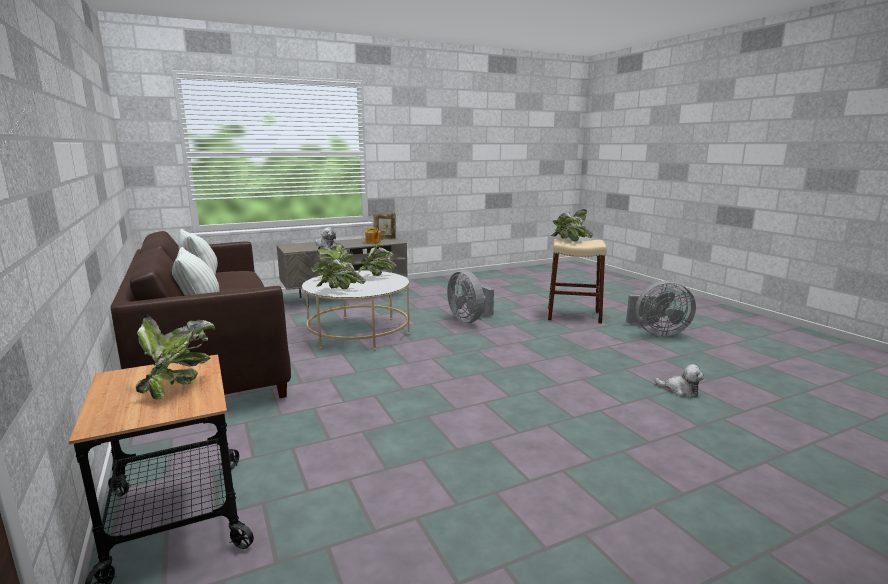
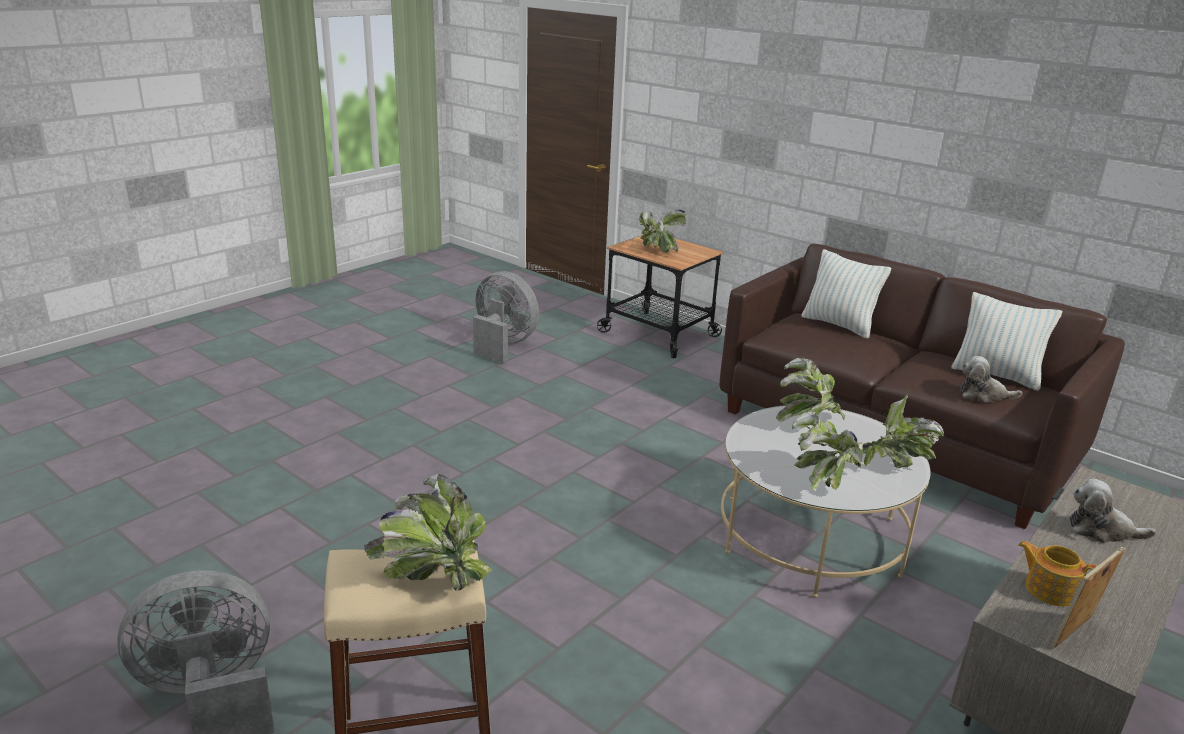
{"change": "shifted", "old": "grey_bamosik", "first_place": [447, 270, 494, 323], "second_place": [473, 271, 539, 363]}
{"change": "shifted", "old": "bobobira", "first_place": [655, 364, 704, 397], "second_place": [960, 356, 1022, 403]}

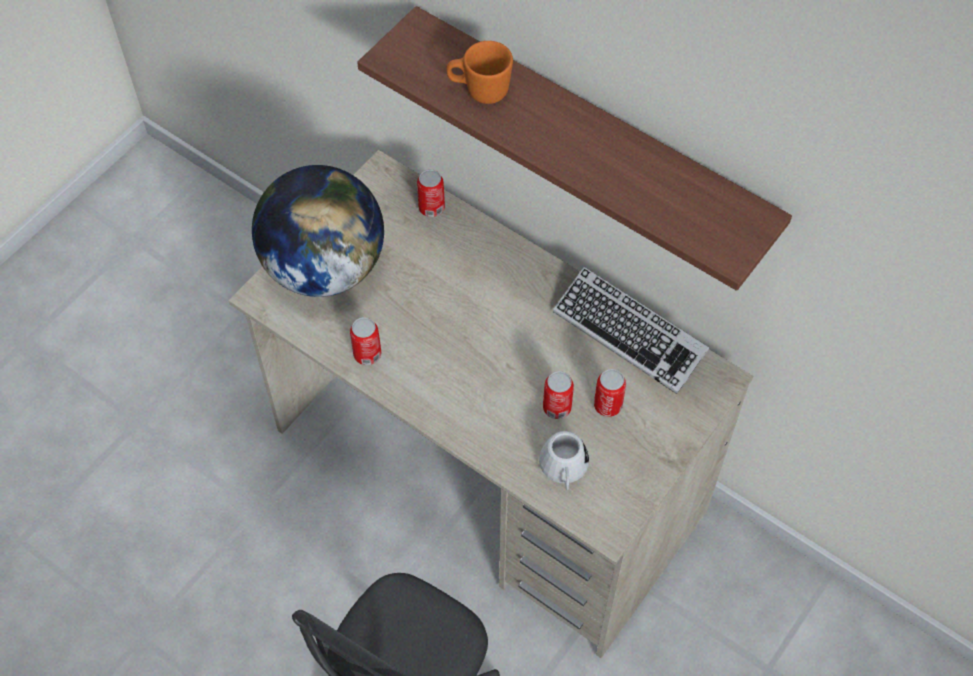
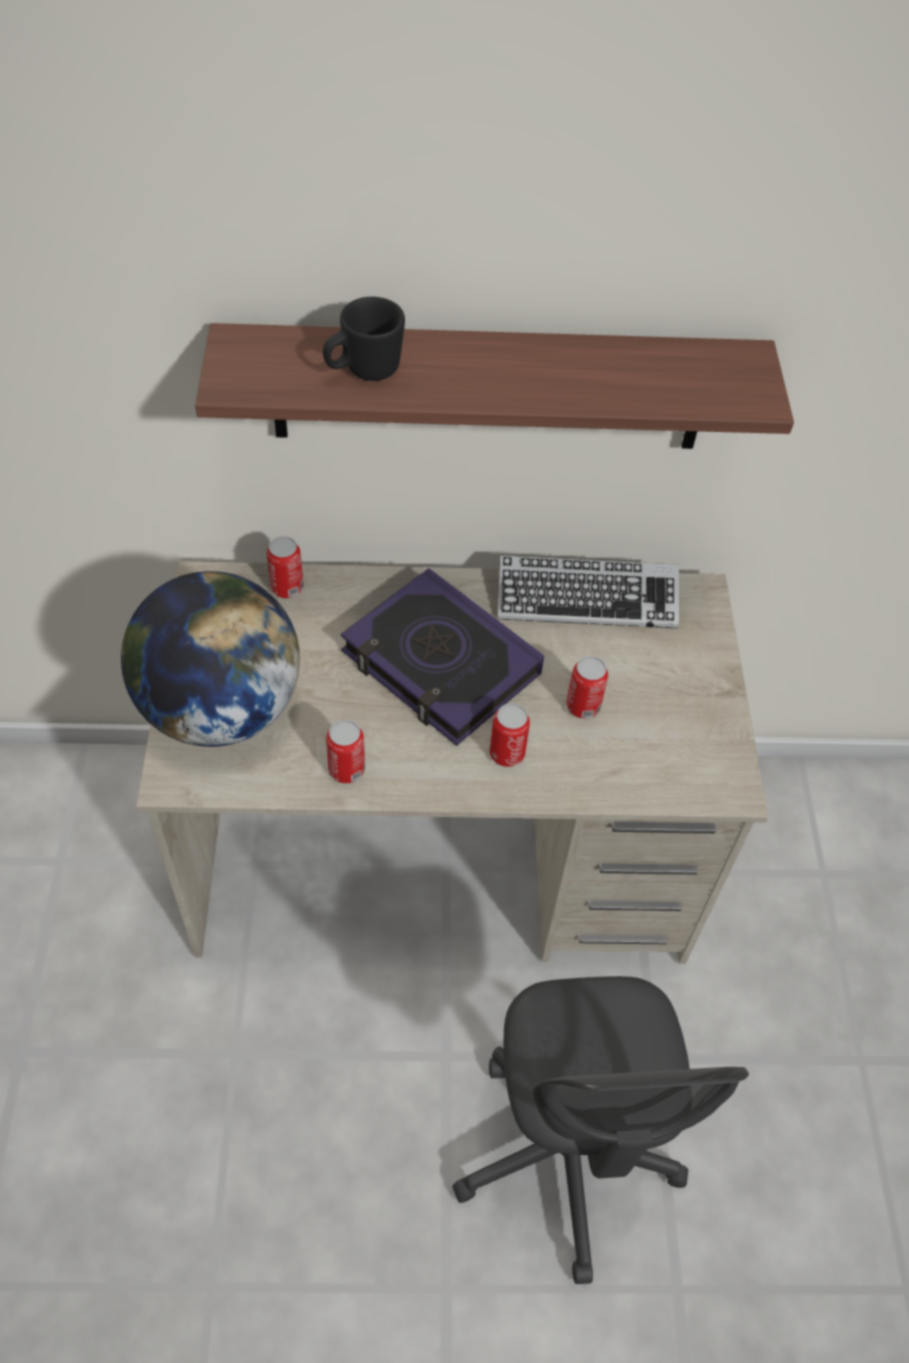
{"change": "repainted", "old": "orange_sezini", "new": "black_sezini", "first_place": [446, 41, 513, 104], "second_place": [323, 297, 405, 381]}
{"change": "new", "new": "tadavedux", "second_place": [340, 568, 544, 746]}
{"change": "shifted", "old": "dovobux", "first_place": [594, 369, 626, 417], "second_place": [489, 703, 530, 767]}
{"change": "gone", "old": "white_sezini", "first_place": [539, 431, 589, 490]}

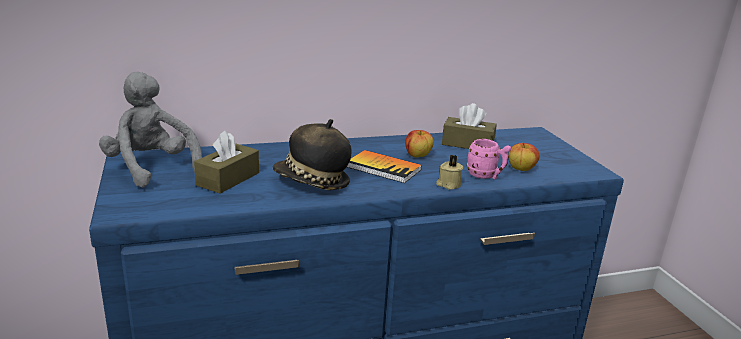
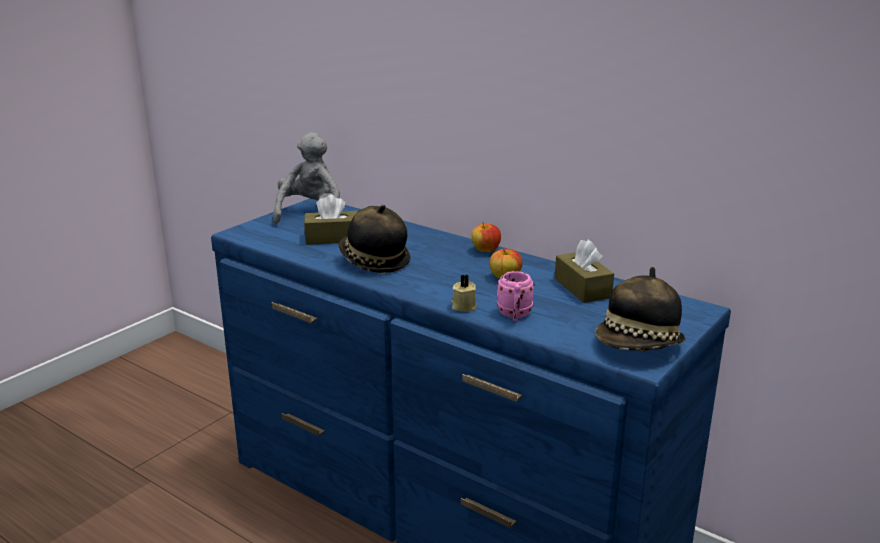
{"change": "shifted", "old": "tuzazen", "first_place": [508, 143, 539, 171], "second_place": [471, 223, 501, 252]}
{"change": "new", "new": "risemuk", "second_place": [596, 267, 685, 351]}
{"change": "gone", "old": "tadavedux", "first_place": [347, 150, 422, 183]}

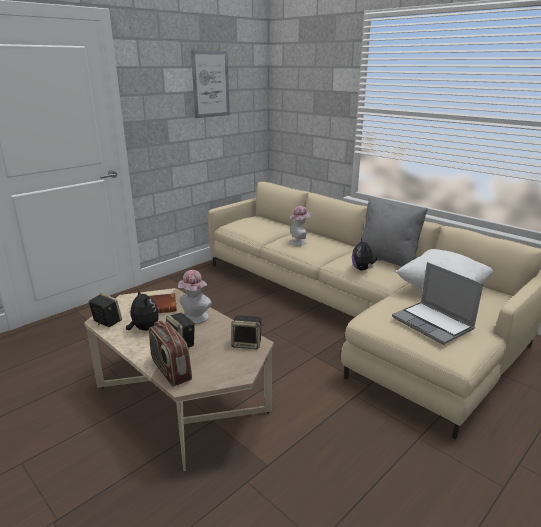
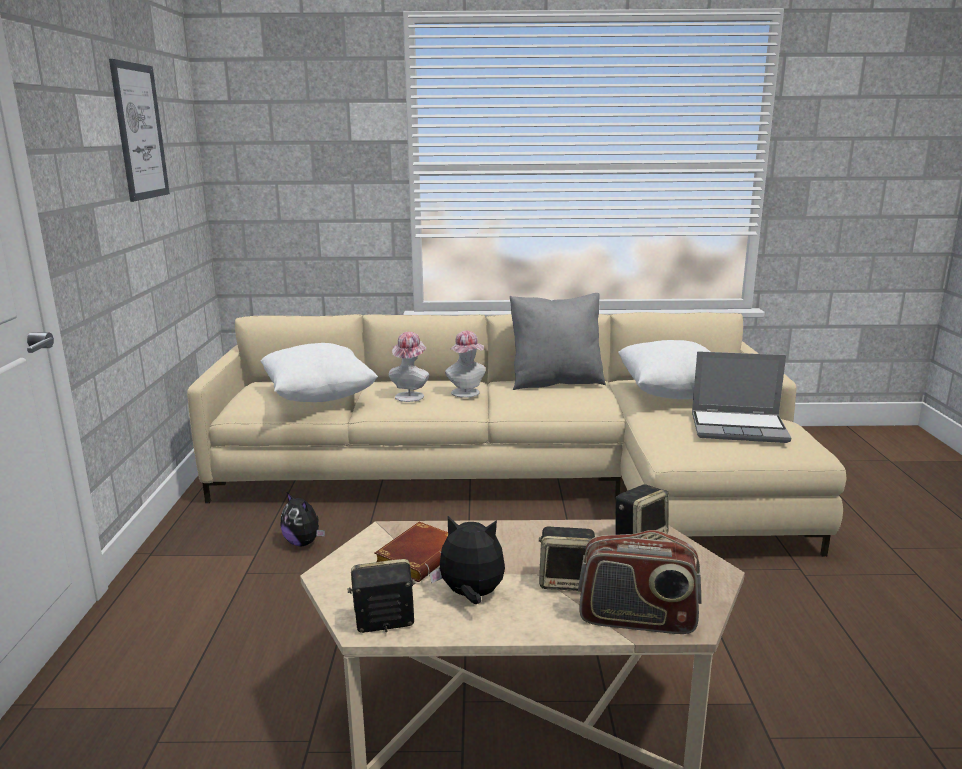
{"change": "new", "new": "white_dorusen", "second_place": [261, 343, 378, 402]}
{"change": "shifted", "old": "bobobira", "first_place": [352, 238, 377, 271], "second_place": [281, 492, 325, 547]}
{"change": "shifted", "old": "risemuk", "first_place": [178, 270, 212, 324], "second_place": [445, 331, 486, 398]}

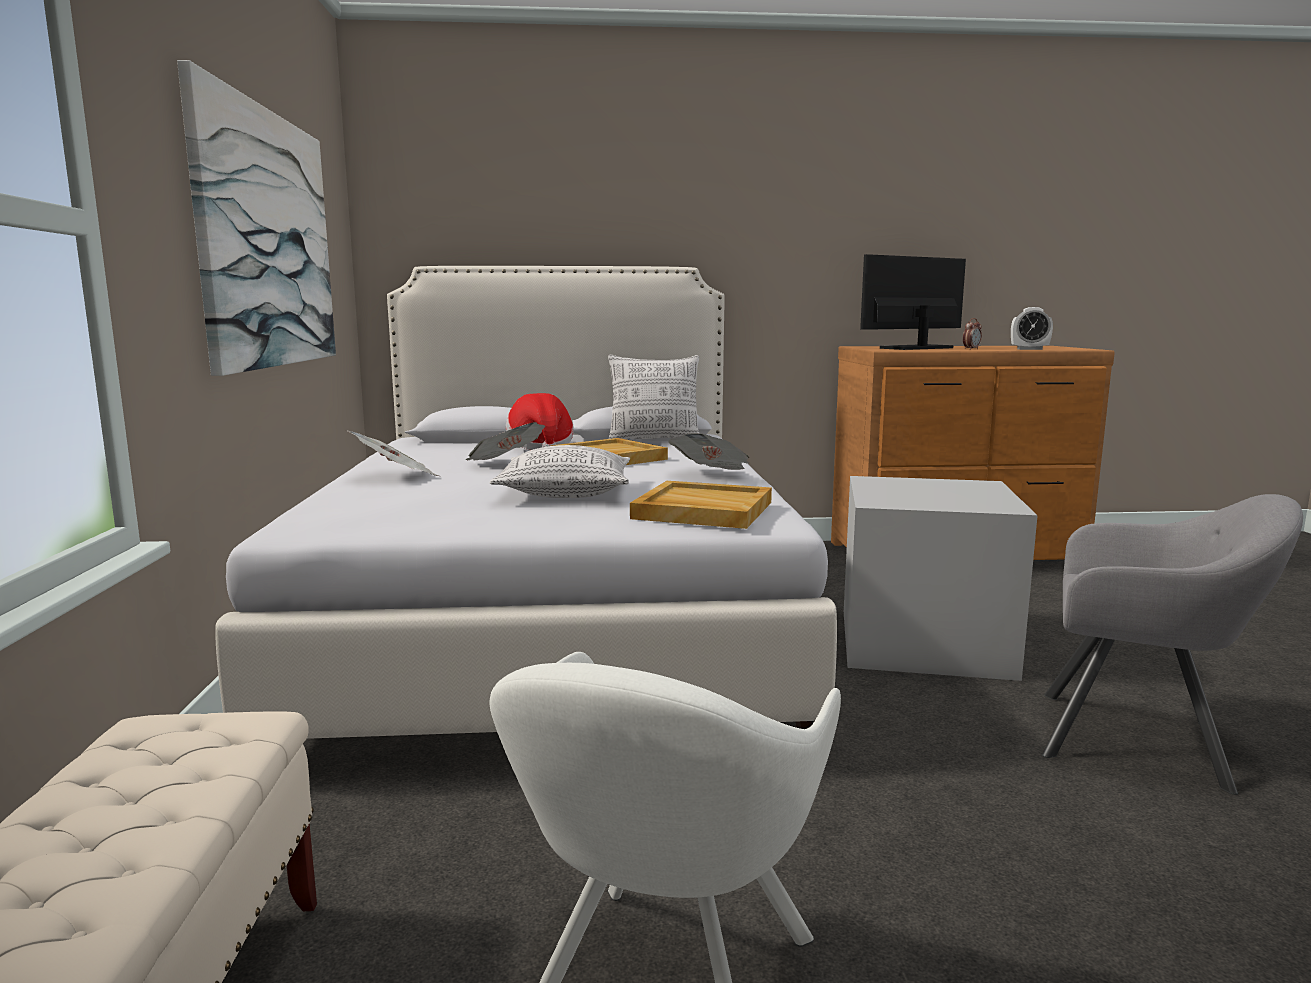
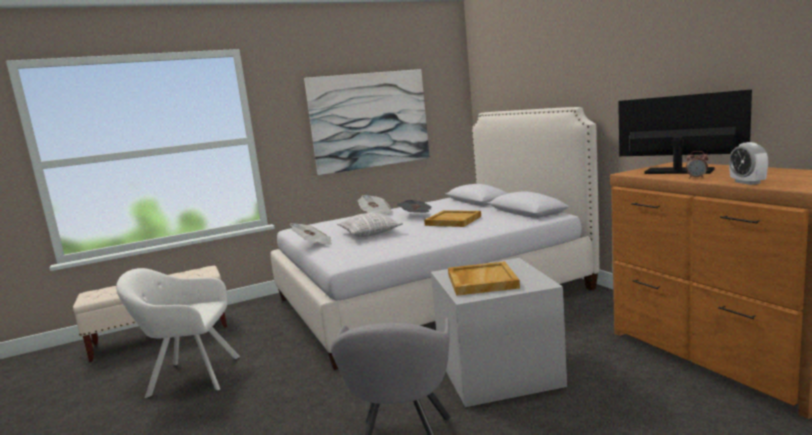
{"change": "shifted", "old": "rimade", "first_place": [668, 433, 749, 470], "second_place": [290, 223, 332, 245]}
{"change": "shifted", "old": "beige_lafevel", "first_place": [630, 481, 772, 529], "second_place": [448, 261, 520, 296]}
{"change": "gone", "old": "risemuk", "first_place": [506, 393, 574, 450]}
{"change": "gone", "old": "dorusen", "first_place": [608, 354, 699, 440]}

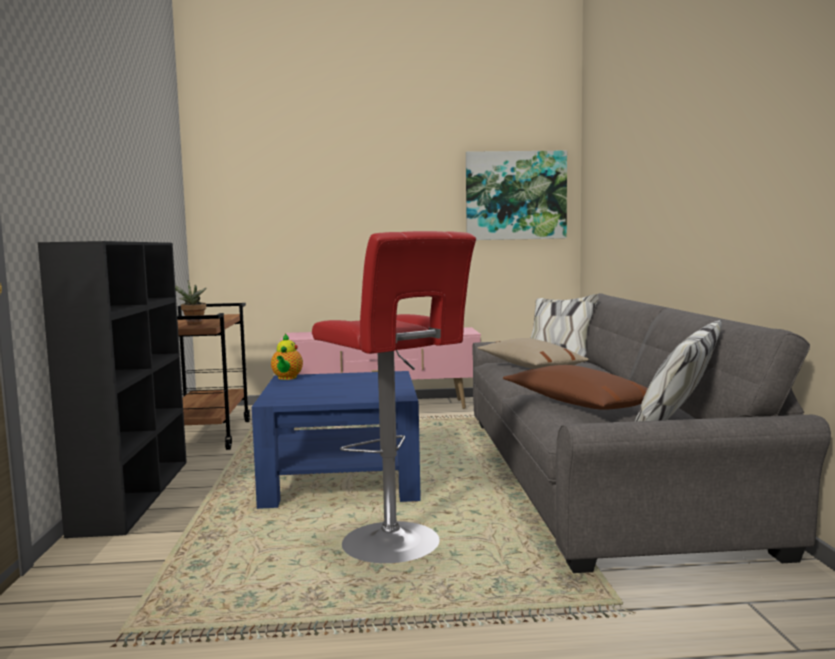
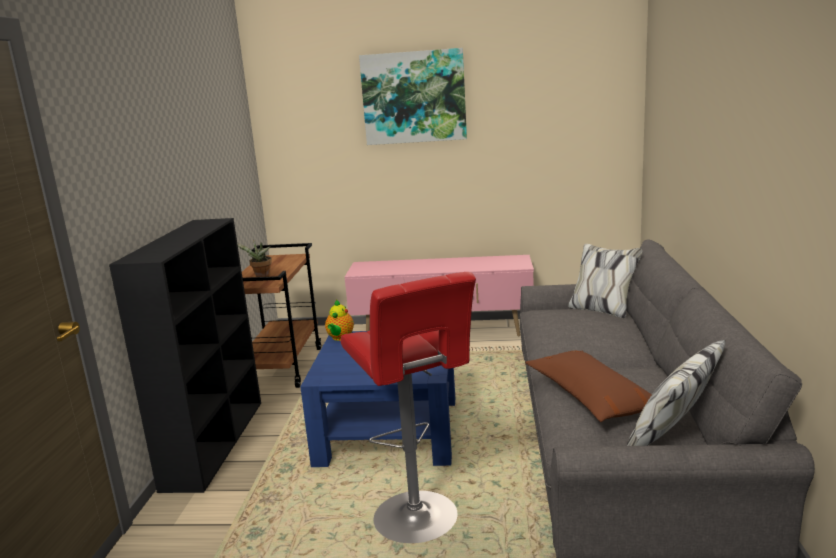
{"change": "shifted", "old": "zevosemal", "first_place": [466, 151, 567, 240], "second_place": [359, 48, 467, 145]}
{"change": "gone", "old": "beige_dorusen", "first_place": [478, 338, 589, 369]}

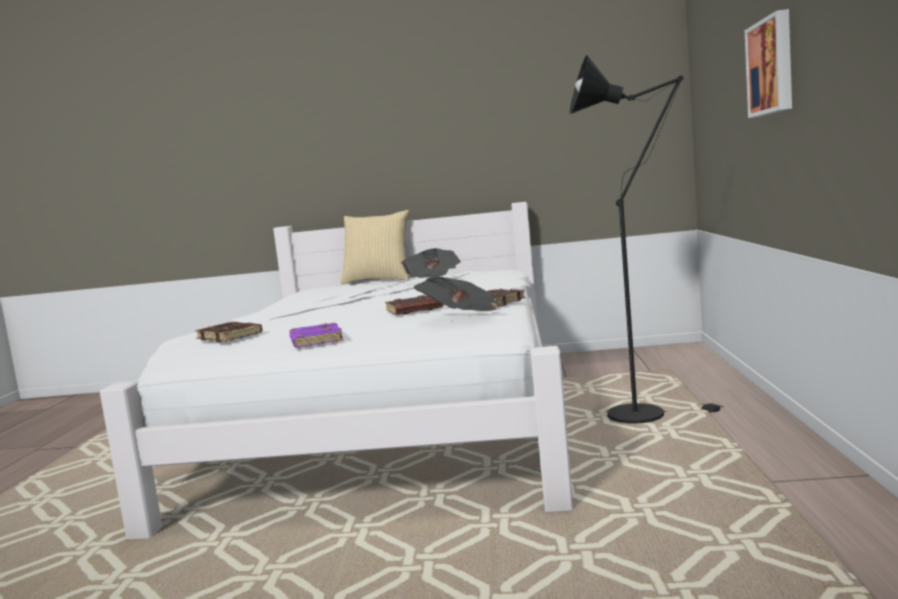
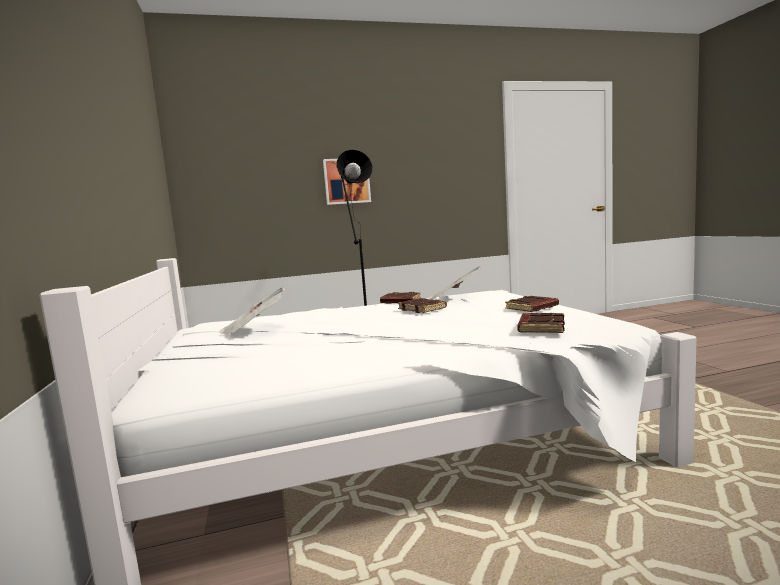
{"change": "repainted", "old": "purple_tadavedux", "new": "brown_tadavedux", "first_place": [289, 323, 343, 348], "second_place": [505, 295, 559, 312]}
{"change": "gone", "old": "dorusen", "first_place": [340, 210, 409, 284]}

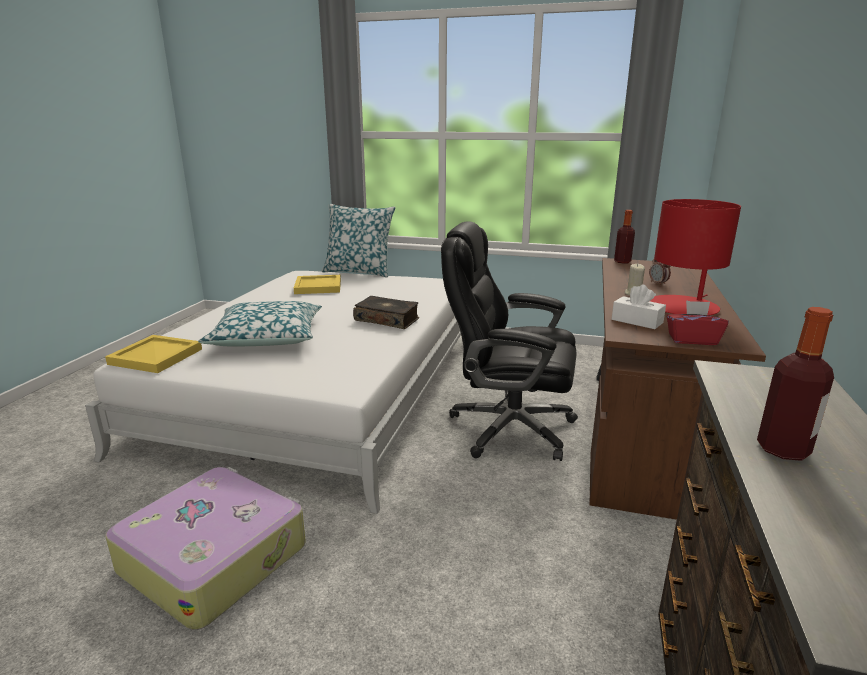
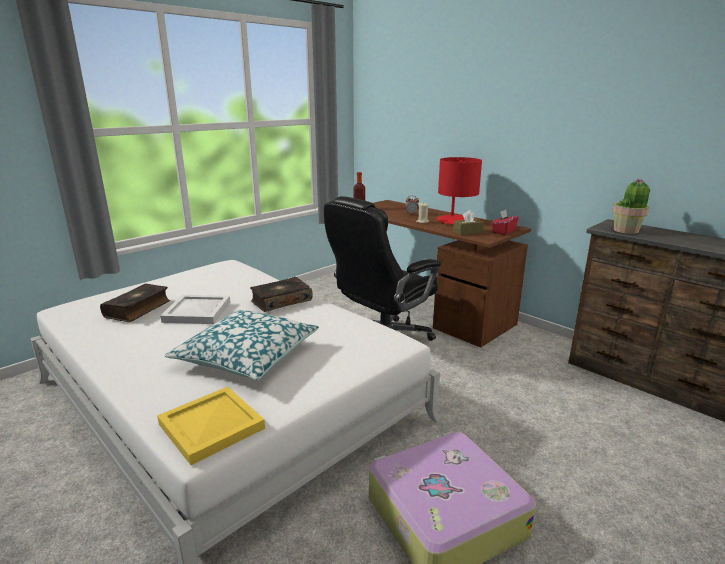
{"change": "swapped", "old": "yellow_lafevel", "new": "tadavedux", "first_place": [294, 275, 341, 294], "second_place": [100, 284, 170, 322]}
{"change": "new", "new": "white_lafevel", "second_place": [160, 295, 230, 324]}
{"change": "repainted", "old": "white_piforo", "new": "brown_piforo", "first_place": [612, 284, 666, 329], "second_place": [453, 210, 484, 236]}
{"change": "new", "new": "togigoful", "second_place": [612, 178, 650, 234]}
{"change": "gone", "old": "dorusen", "first_place": [322, 204, 396, 277]}
{"change": "gone", "old": "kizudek", "first_place": [757, 307, 834, 461]}

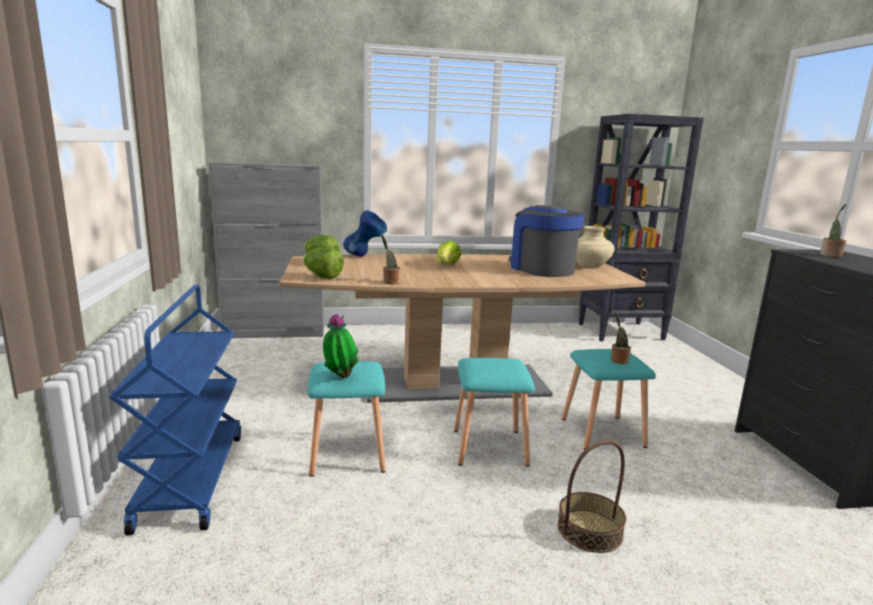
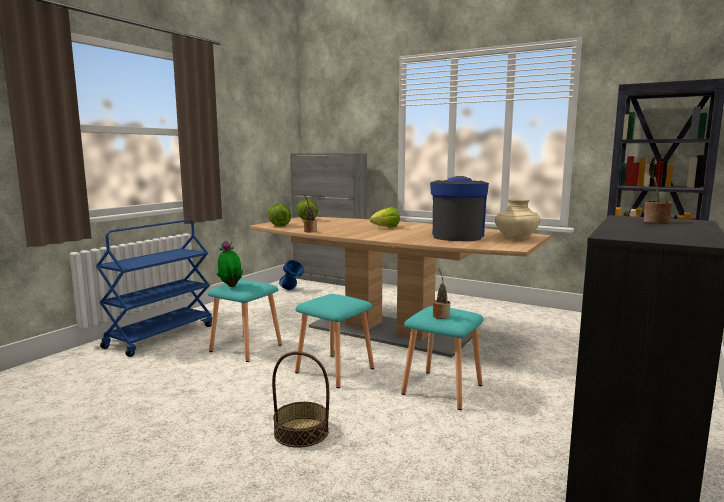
{"change": "shifted", "old": "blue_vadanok", "first_place": [343, 210, 387, 257], "second_place": [279, 260, 304, 290]}

